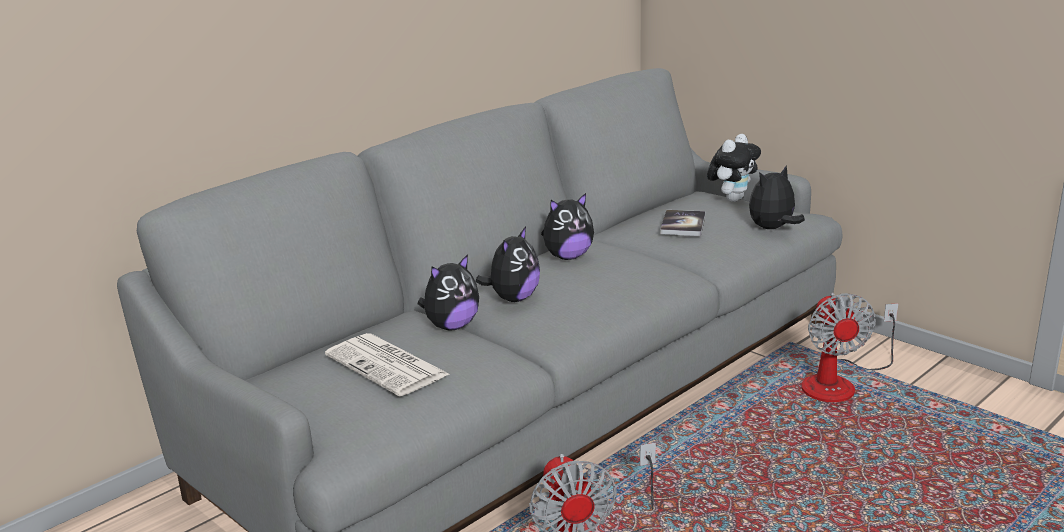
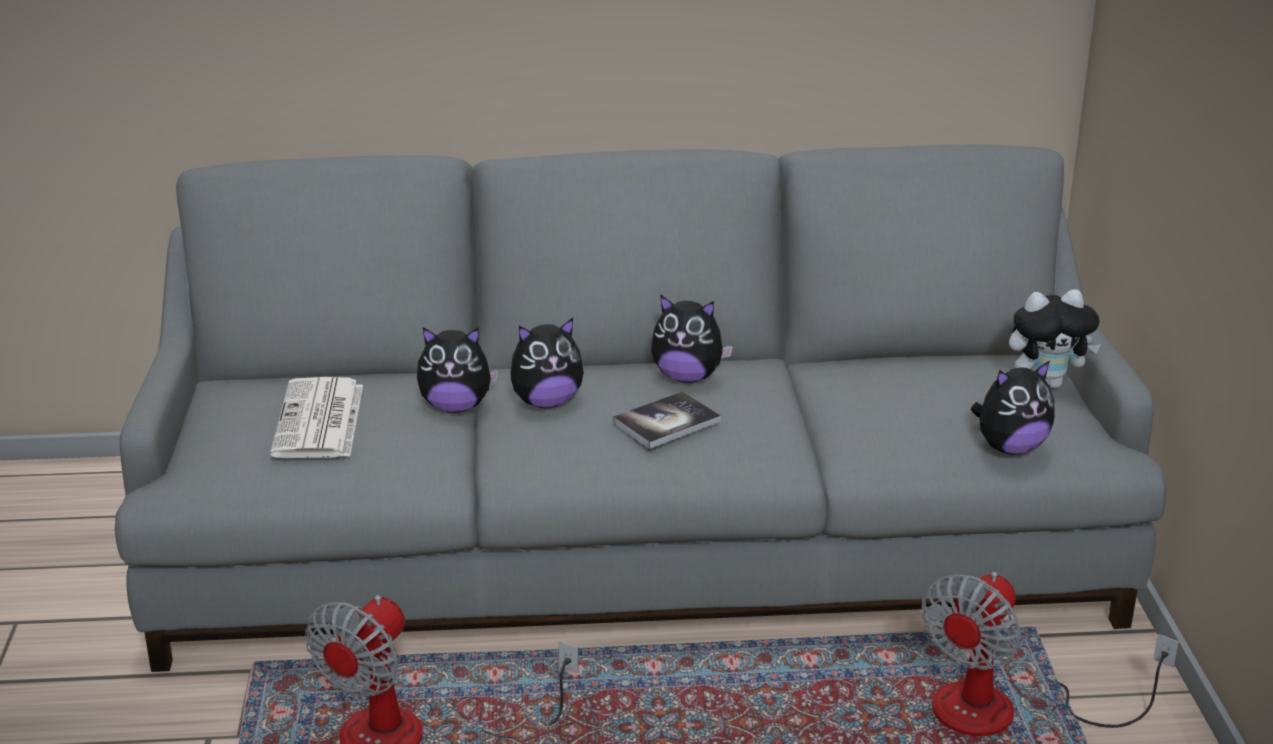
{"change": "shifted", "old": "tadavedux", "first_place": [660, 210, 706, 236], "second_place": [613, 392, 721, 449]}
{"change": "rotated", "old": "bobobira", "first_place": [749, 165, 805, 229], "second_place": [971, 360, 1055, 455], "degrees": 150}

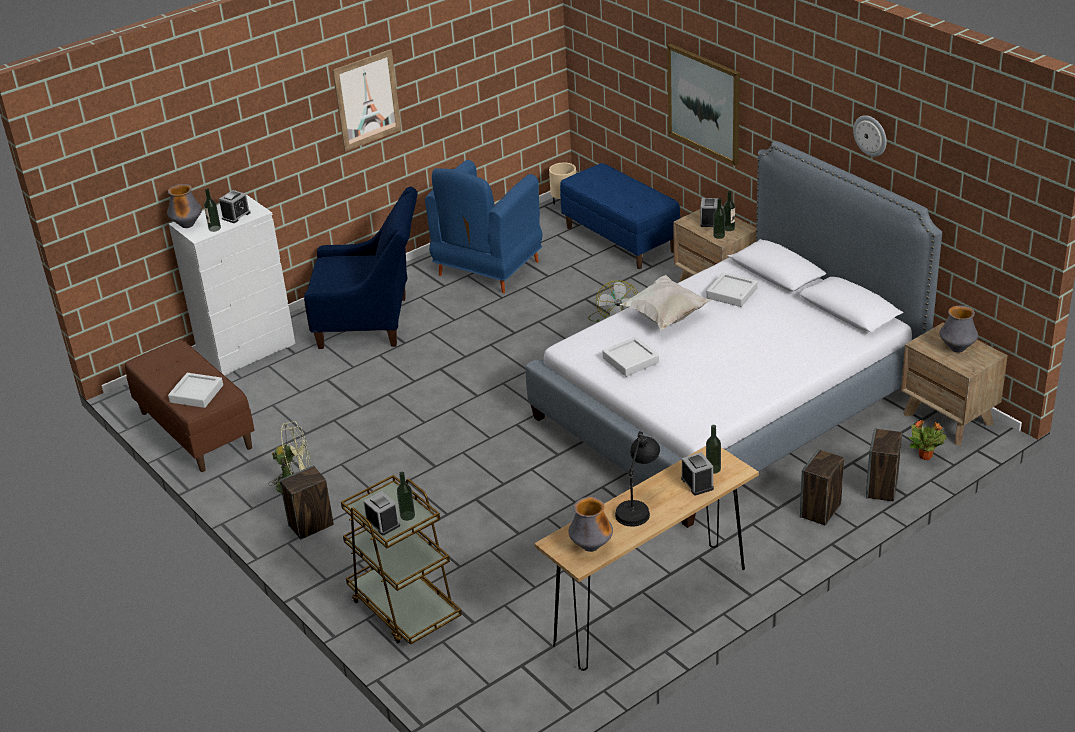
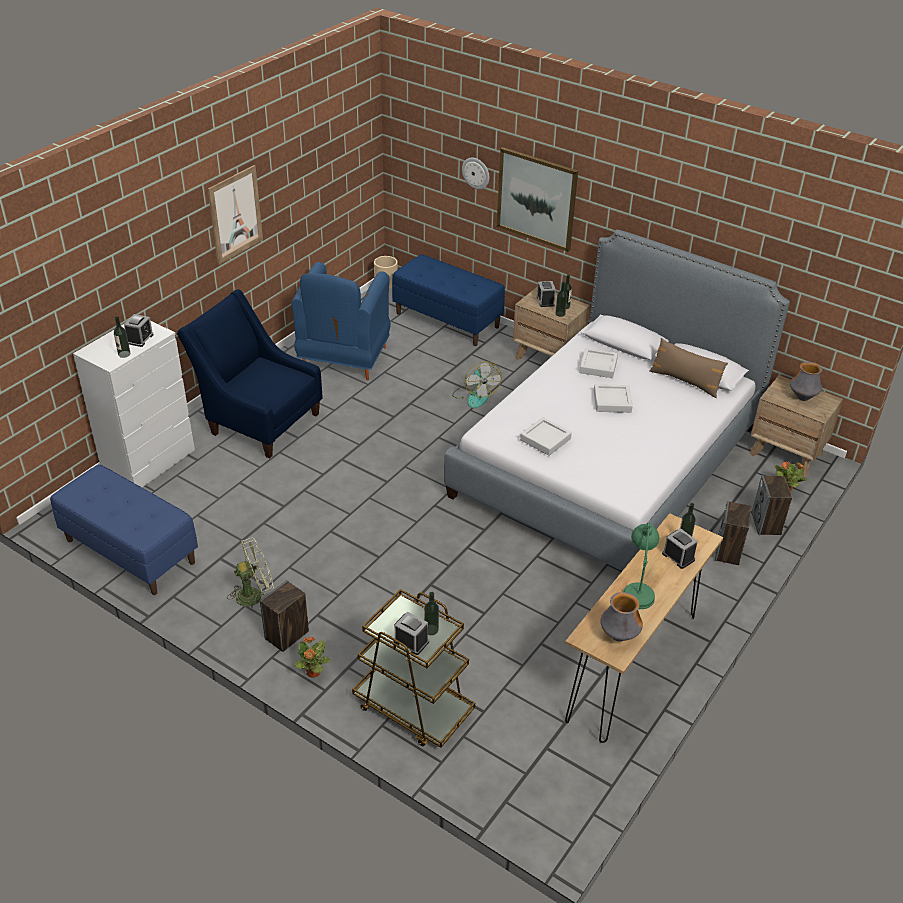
{"change": "repainted", "old": "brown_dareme", "new": "blue_dareme", "first_place": [125, 339, 254, 472], "second_place": [50, 464, 198, 595]}
{"change": "rotated", "old": "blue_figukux", "first_place": [304, 187, 418, 349], "second_place": [177, 289, 322, 459], "degrees": -135}
{"change": "new", "new": "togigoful", "second_place": [294, 637, 331, 678]}
{"change": "shifted", "old": "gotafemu", "first_place": [853, 115, 887, 157], "second_place": [462, 158, 489, 189]}
{"change": "shifted", "old": "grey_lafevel", "first_place": [168, 373, 223, 408], "second_place": [594, 384, 633, 413]}
{"change": "repainted", "old": "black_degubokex", "new": "green_degubokex", "first_place": [615, 431, 660, 527], "second_place": [624, 522, 659, 609]}
{"change": "new", "new": "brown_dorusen", "second_place": [650, 338, 728, 398]}
{"change": "gone", "old": "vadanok", "first_place": [167, 184, 202, 228]}
{"change": "gone", "old": "white_dorusen", "first_place": [619, 275, 712, 331]}

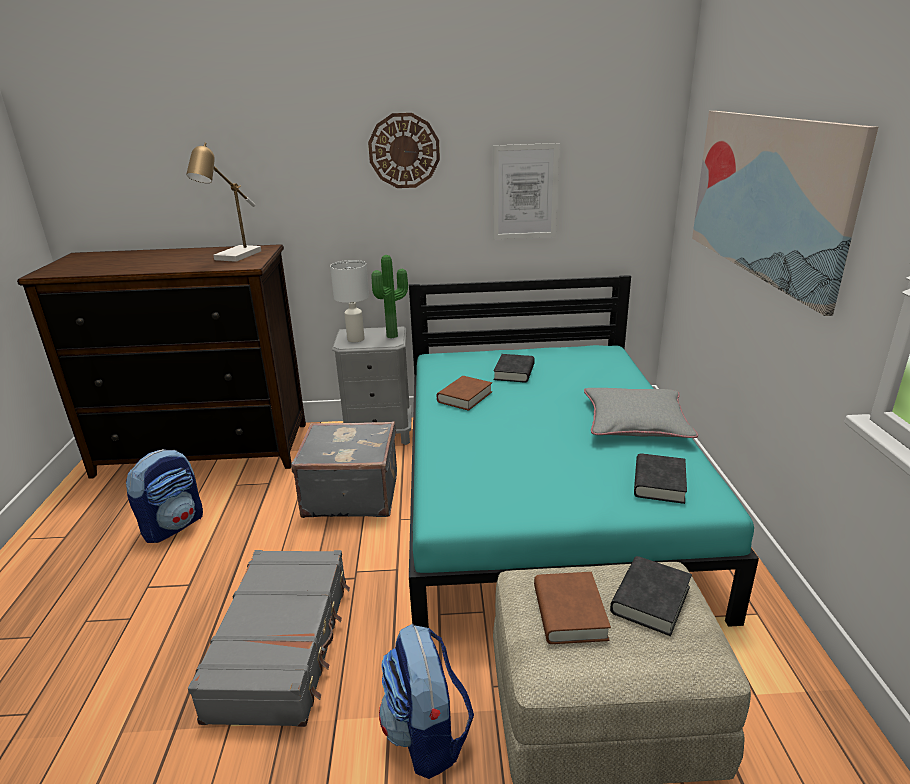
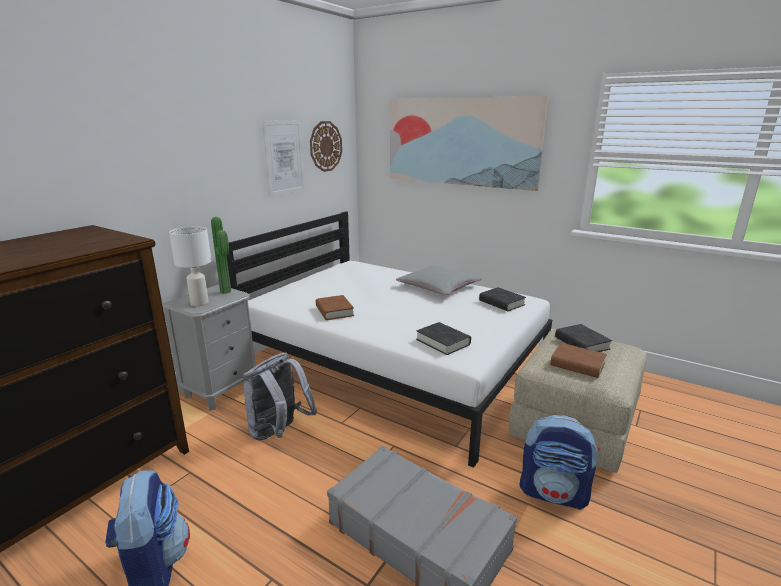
{"change": "repainted", "old": "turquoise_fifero", "new": "white_fifero", "first_place": [409, 275, 759, 628], "second_place": [226, 211, 552, 468]}
{"change": "swapped", "old": "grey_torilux", "new": "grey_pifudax", "first_place": [291, 421, 397, 518], "second_place": [242, 353, 317, 440]}
{"change": "shifted", "old": "gotafemu", "first_place": [368, 113, 440, 188], "second_place": [310, 121, 342, 172]}
{"change": "shifted", "old": "black_tadavedux", "first_place": [494, 354, 535, 383], "second_place": [416, 322, 471, 355]}
{"change": "gone", "old": "degubokex", "first_place": [186, 143, 261, 262]}

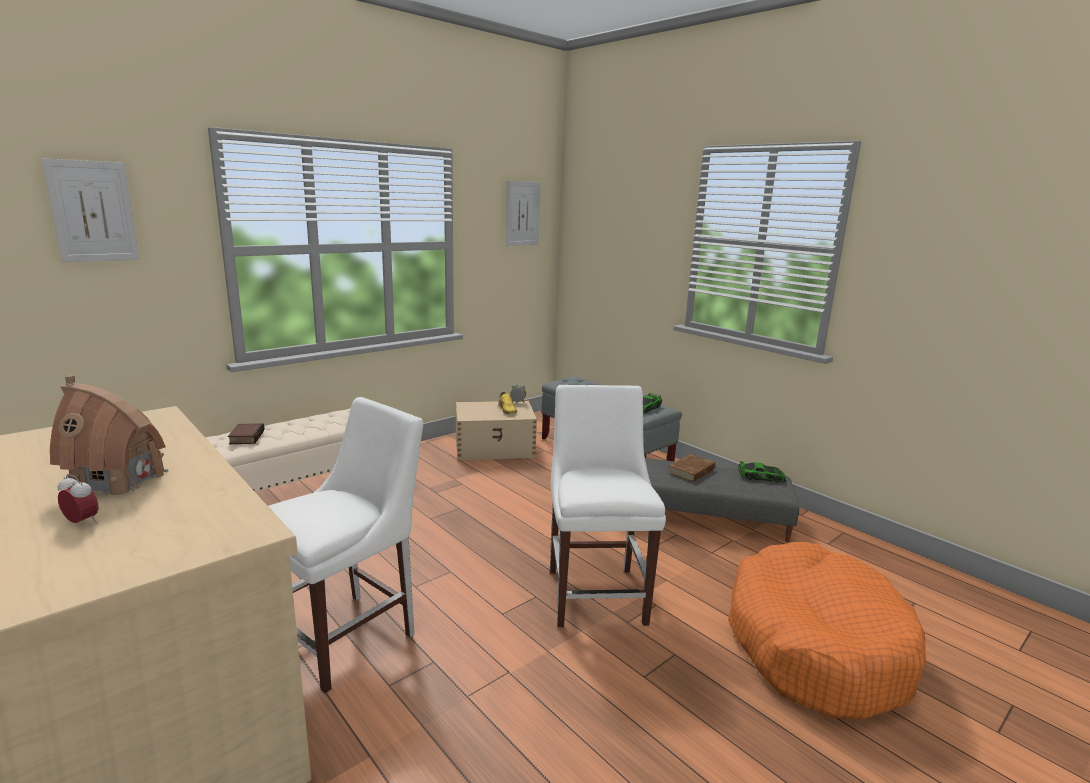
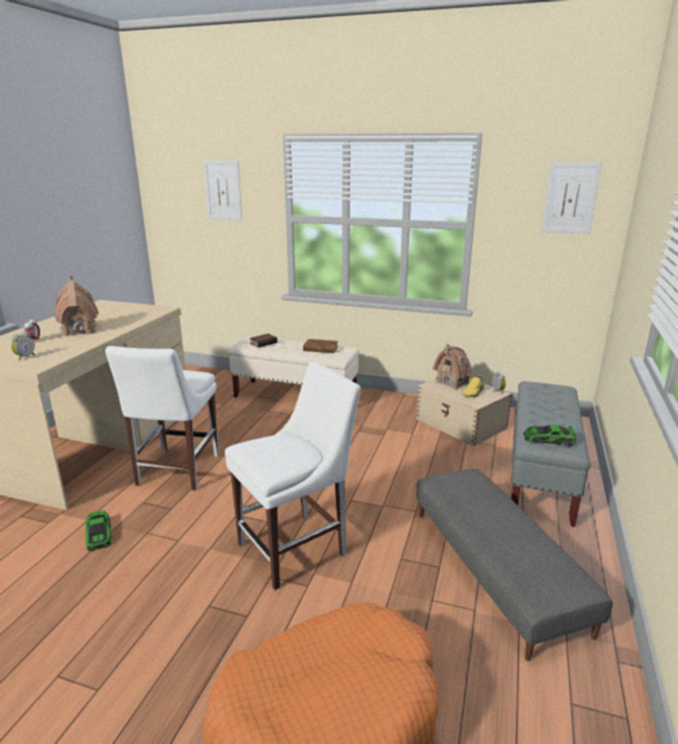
{"change": "new", "new": "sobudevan", "second_place": [11, 331, 35, 360]}
{"change": "shifted", "old": "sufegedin", "first_place": [738, 461, 787, 482], "second_place": [86, 510, 112, 551]}
{"change": "rotated", "old": "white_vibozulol", "first_place": [268, 397, 423, 693], "second_place": [105, 346, 219, 490], "degrees": 90}
{"change": "shifted", "old": "brown_tadavedux", "first_place": [668, 454, 716, 482], "second_place": [303, 339, 339, 353]}
{"change": "new", "new": "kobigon", "second_place": [433, 344, 472, 390]}

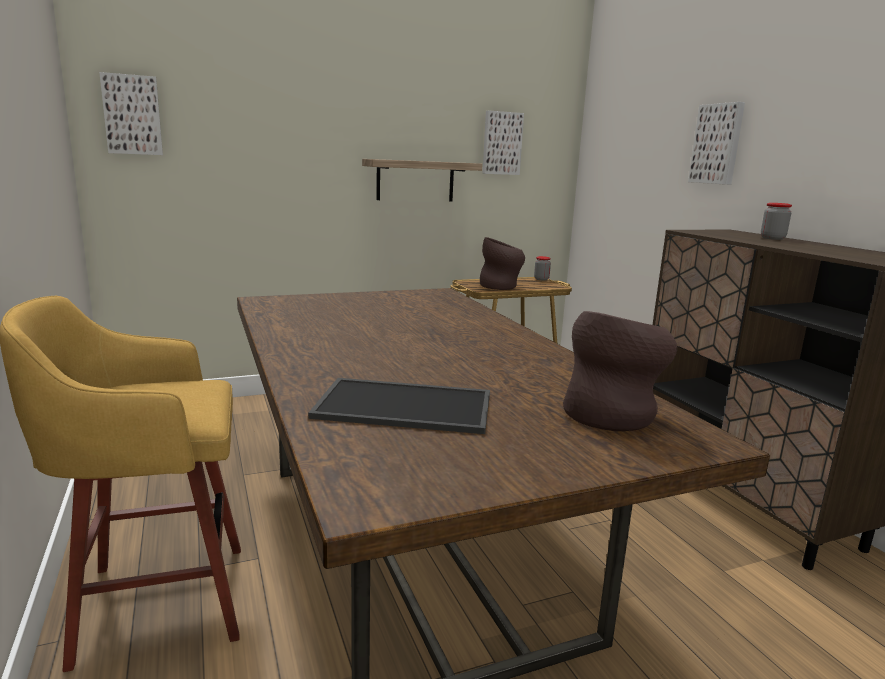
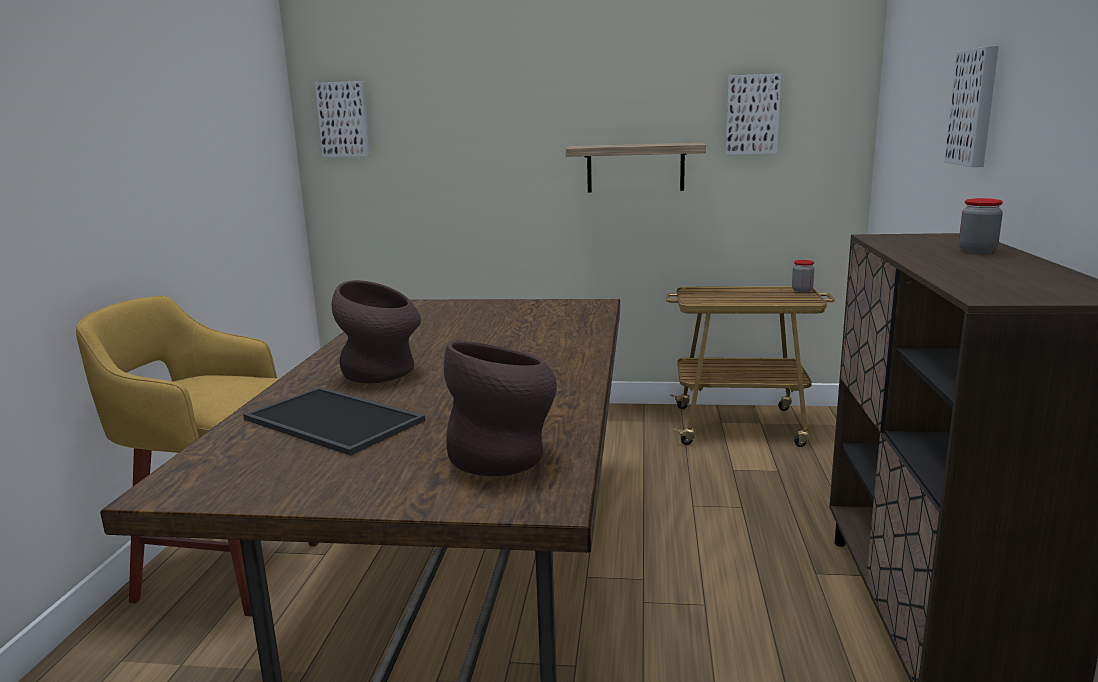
{"change": "shifted", "old": "brown_vadanok", "first_place": [480, 237, 525, 290], "second_place": [331, 280, 421, 383]}

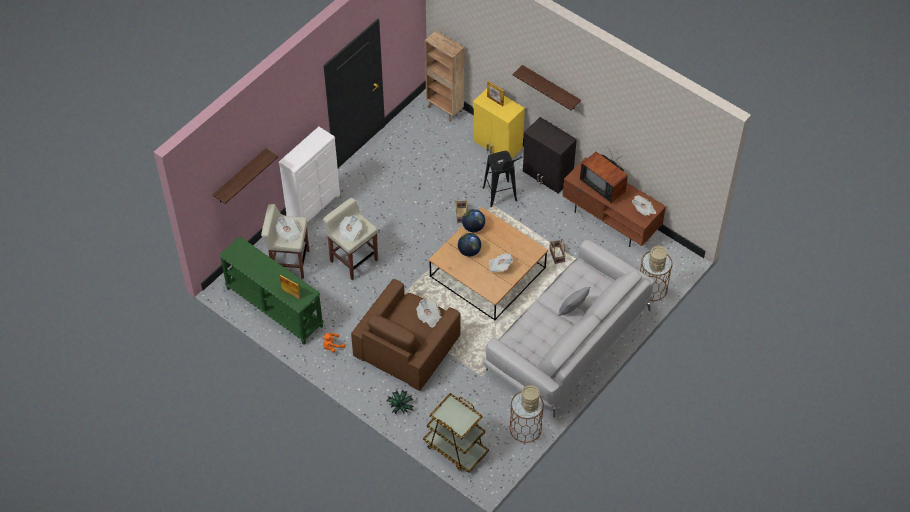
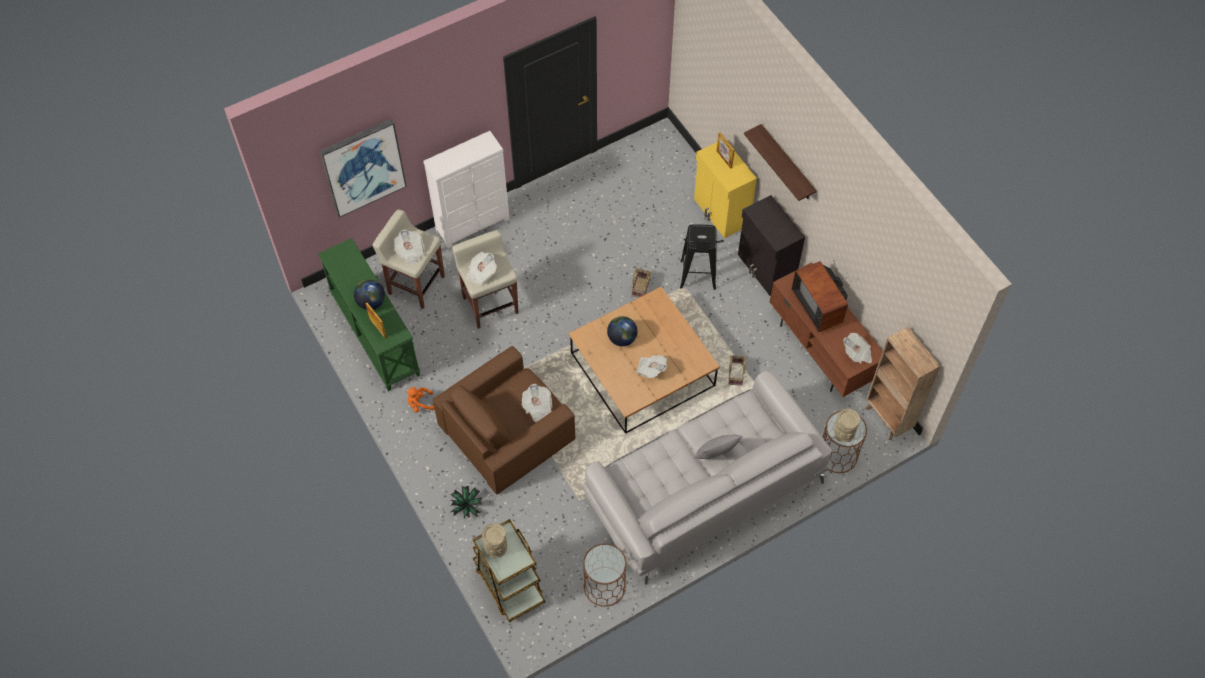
{"change": "swapped", "old": "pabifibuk", "new": "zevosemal", "first_place": [213, 148, 278, 204], "second_place": [319, 119, 407, 218]}
{"change": "shifted", "old": "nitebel", "first_place": [462, 209, 485, 232], "second_place": [354, 279, 385, 310]}
{"change": "shifted", "old": "beige_vadanok", "first_place": [521, 385, 540, 413], "second_place": [482, 523, 507, 558]}
{"change": "shifted", "old": "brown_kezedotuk", "first_place": [425, 30, 464, 122], "second_place": [865, 327, 940, 441]}

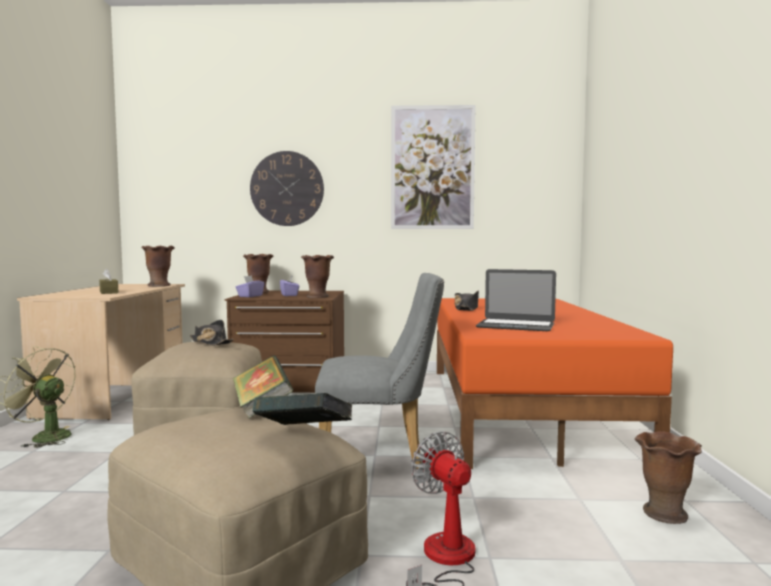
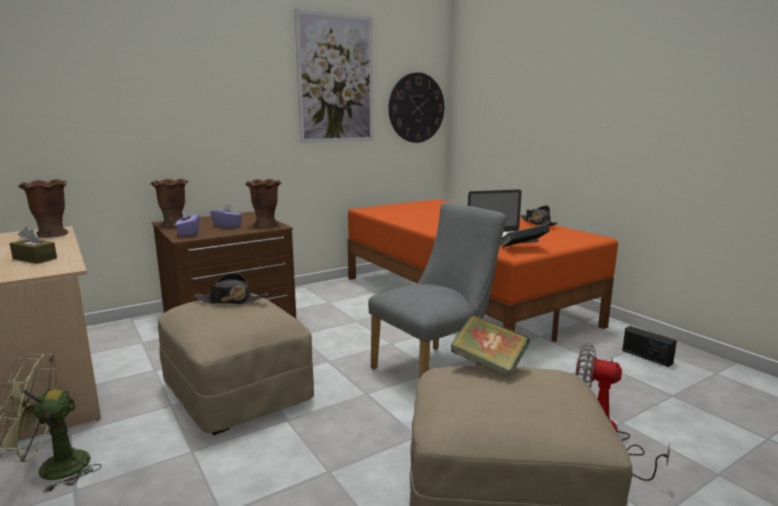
{"change": "shifted", "old": "gotafemu", "first_place": [250, 151, 324, 226], "second_place": [388, 72, 444, 143]}
{"change": "shifted", "old": "tadavedux", "first_place": [253, 393, 353, 425], "second_place": [501, 224, 549, 248]}
{"change": "shifted", "old": "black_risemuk", "first_place": [455, 290, 479, 311], "second_place": [521, 205, 557, 226]}
{"change": "swapped", "old": "brown_vadanok", "new": "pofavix", "first_place": [635, 431, 702, 524], "second_place": [622, 326, 677, 367]}

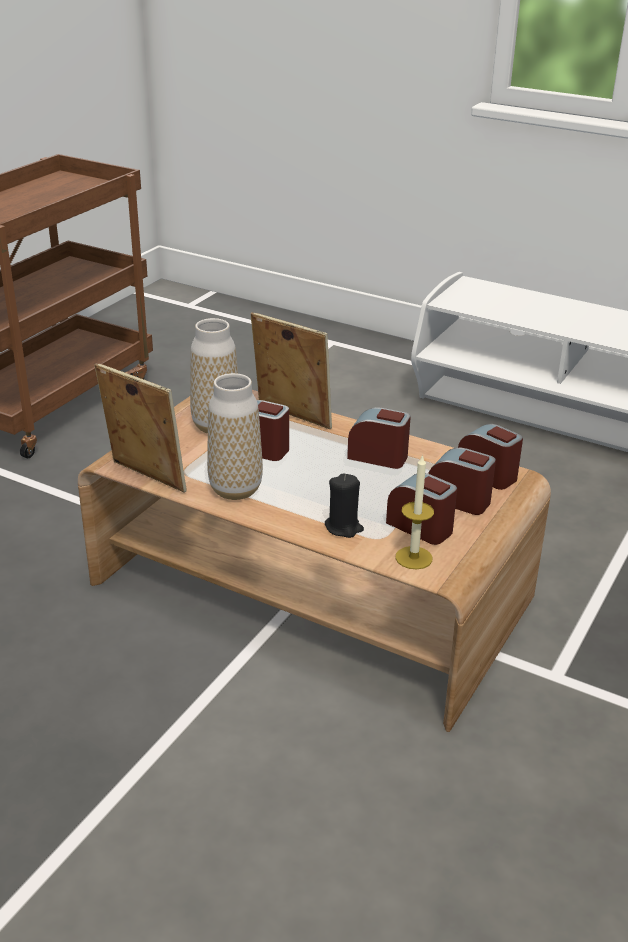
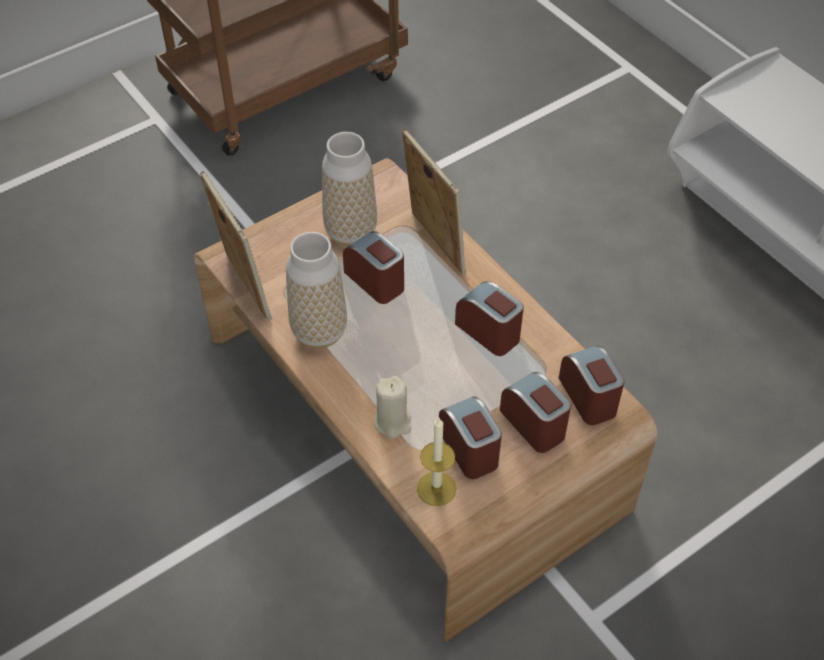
{"change": "repainted", "old": "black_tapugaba", "new": "beige_tapugaba", "first_place": [325, 474, 364, 538], "second_place": [374, 376, 411, 439]}

